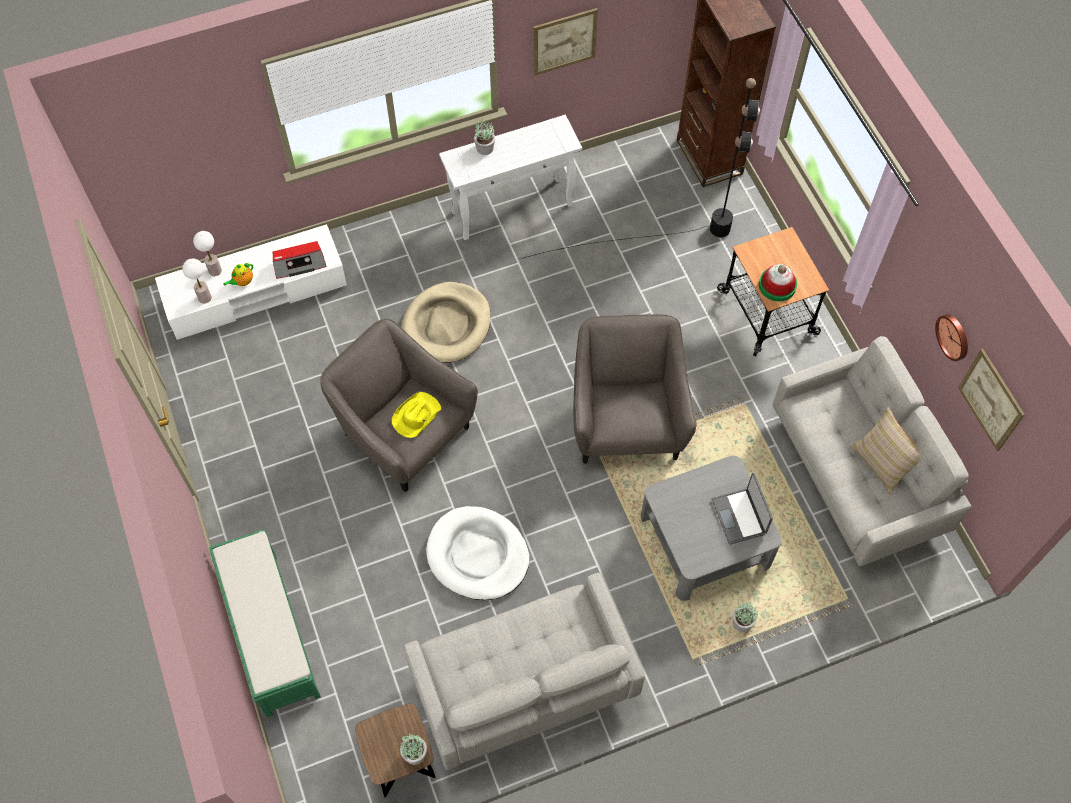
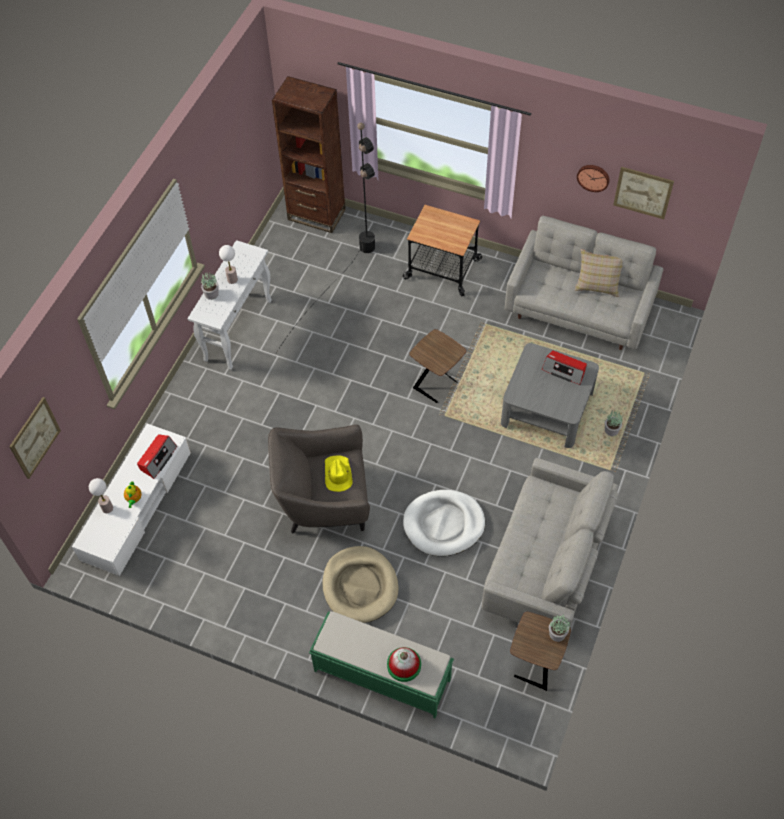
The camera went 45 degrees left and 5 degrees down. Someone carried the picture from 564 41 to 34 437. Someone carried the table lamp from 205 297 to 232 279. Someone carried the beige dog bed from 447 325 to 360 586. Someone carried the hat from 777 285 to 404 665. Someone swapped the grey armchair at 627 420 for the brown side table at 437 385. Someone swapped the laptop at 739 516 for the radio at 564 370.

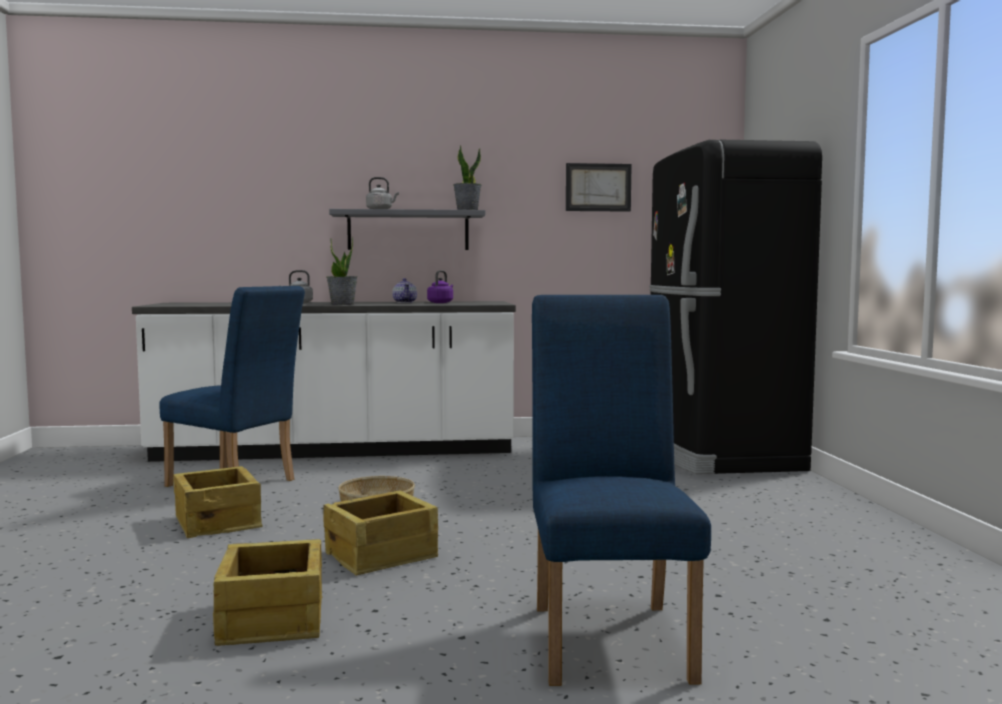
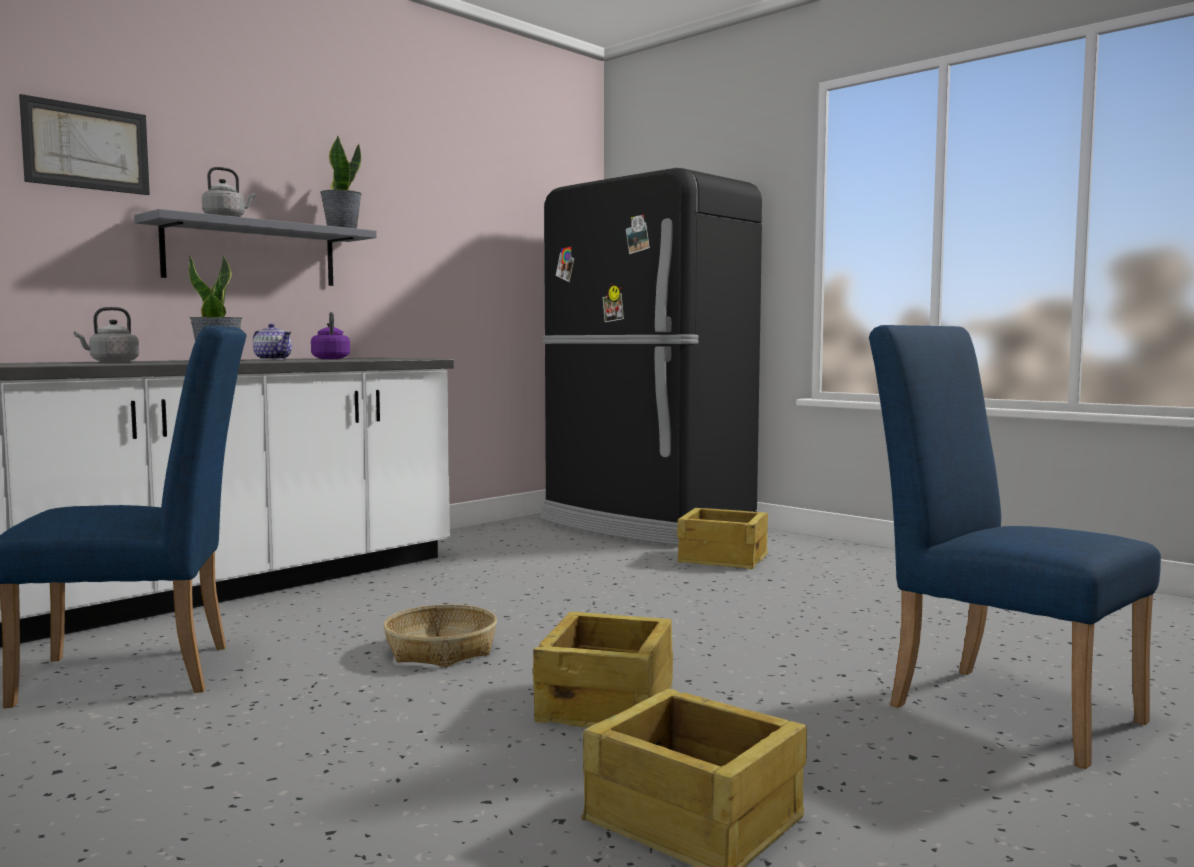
The camera went 40 degrees left and 0 degrees up. Someone carried the picture from 598 187 to 86 147. Someone carried the crate from 218 522 to 722 558.

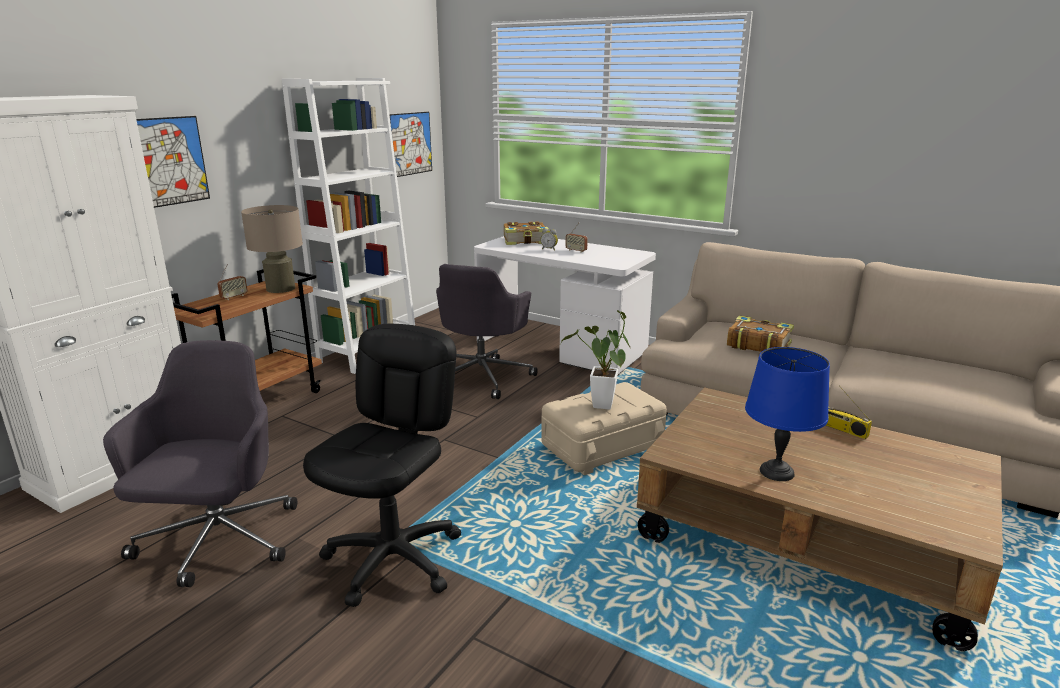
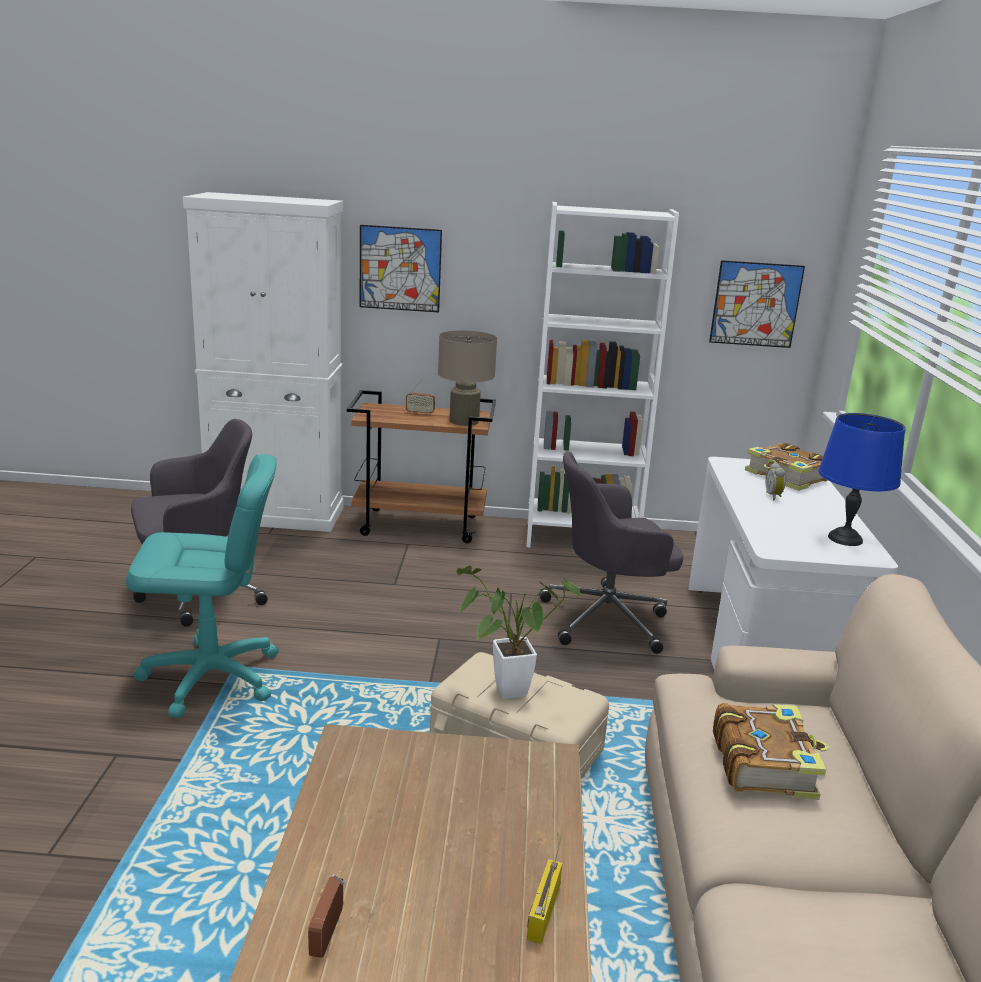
The camera went 60 degrees right and 0 degrees up. Someone repainted the black office chair at 394 559, which became the turquoise office chair at 211 677. Someone carried the radio from 576 251 to 327 936. Someone carried the blue table lamp from 777 472 to 845 539.

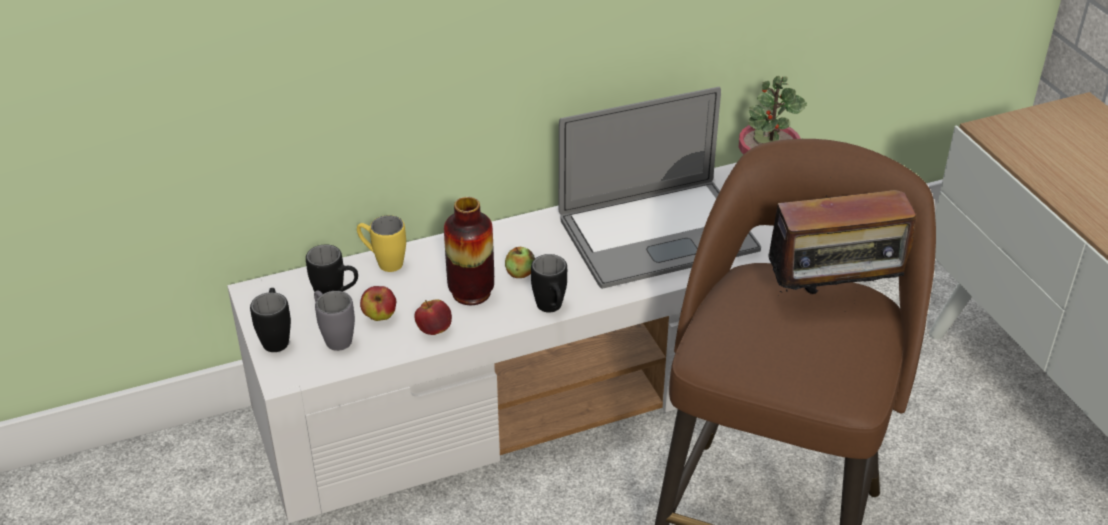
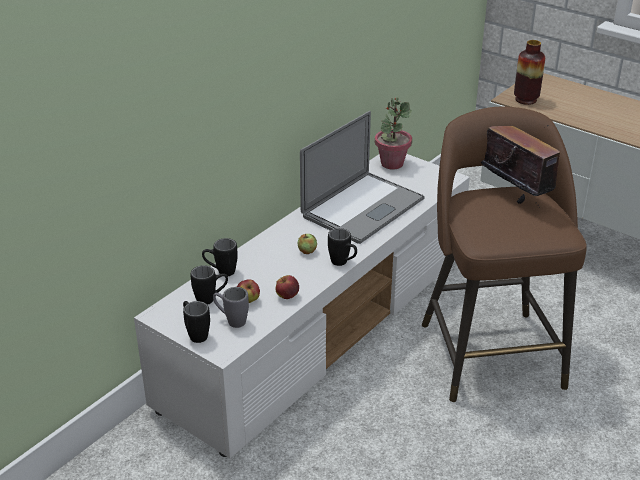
The camera went 30 degrees left and 5 degrees down. Someone repainted the yellow mug at 383 262, which became the black mug at 221 272. Someone rotated the radio at 835 297 by 90 degrees counterclockwise. Someone carried the vase from 471 292 to 526 100.

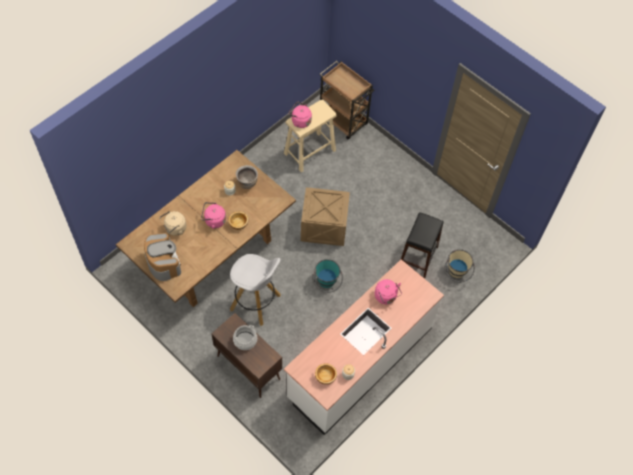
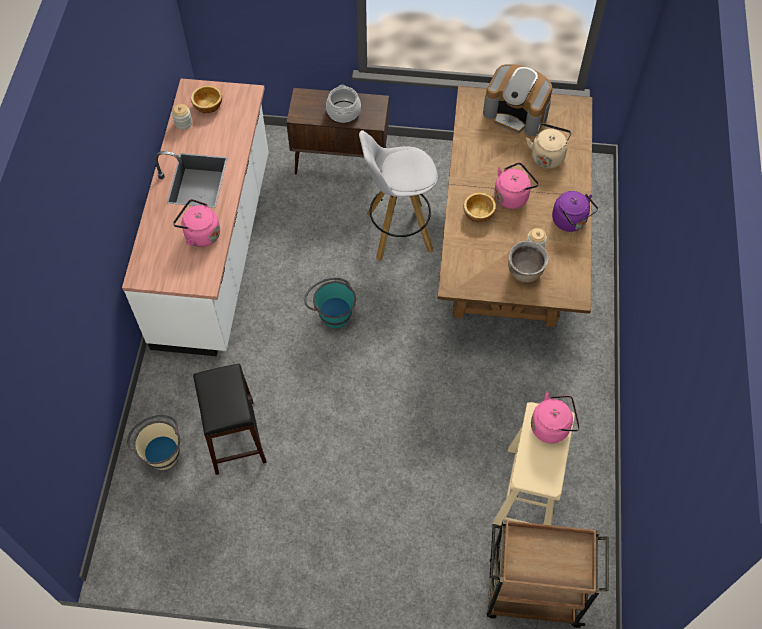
The camera went 145 degrees right and 0 degrees up. Someone put down the purple kettle at 571 221. Someone took away the crate at 323 227.

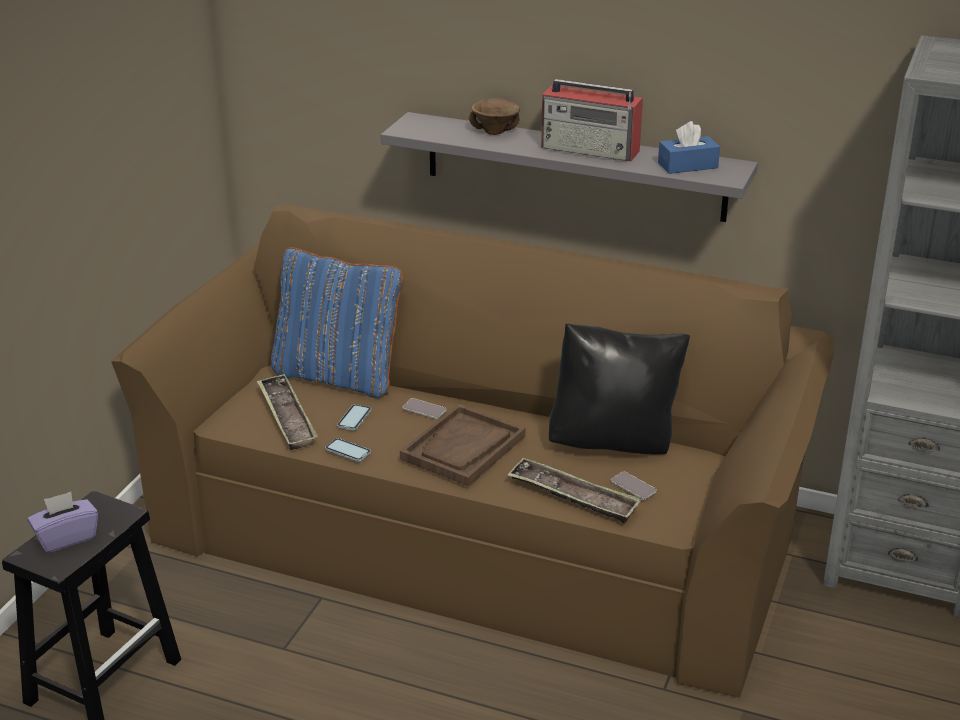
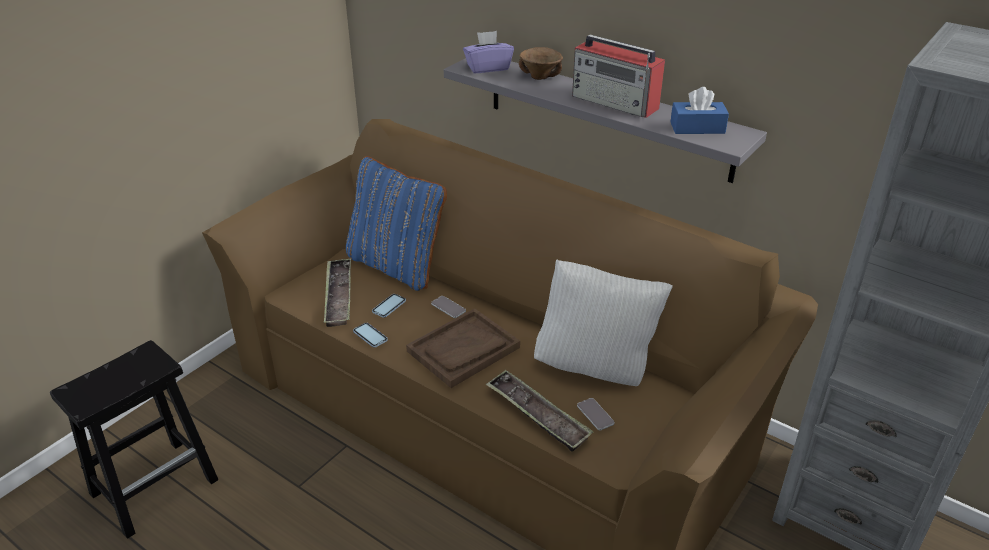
The camera went 15 degrees right and 5 degrees up. Someone carried the purple tissue box from 66 537 to 488 68. Someone repainted the black pillow at 614 443, which became the white pillow at 596 367.

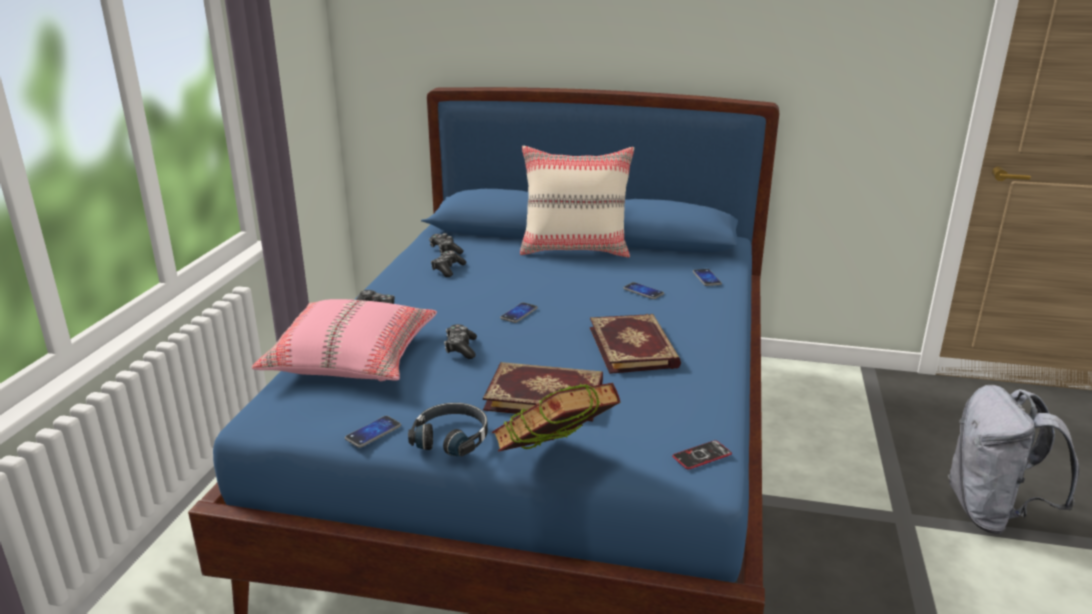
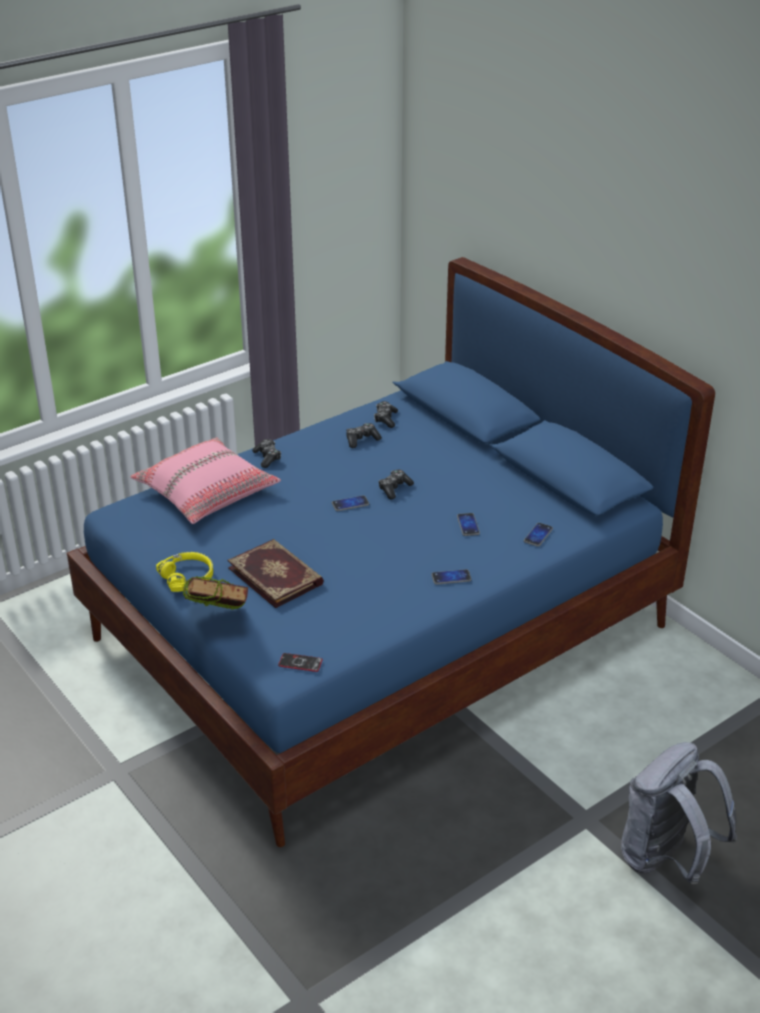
The camera went 40 degrees right and 10 degrees up. Someone repainted the black headphones at 452 438, which became the yellow headphones at 188 577. Someone carried the game controller from 461 348 to 394 488. Someone carried the phone from 373 432 to 451 577. Someone took away the beige pillow at 575 250. Someone took away the book at 634 347.

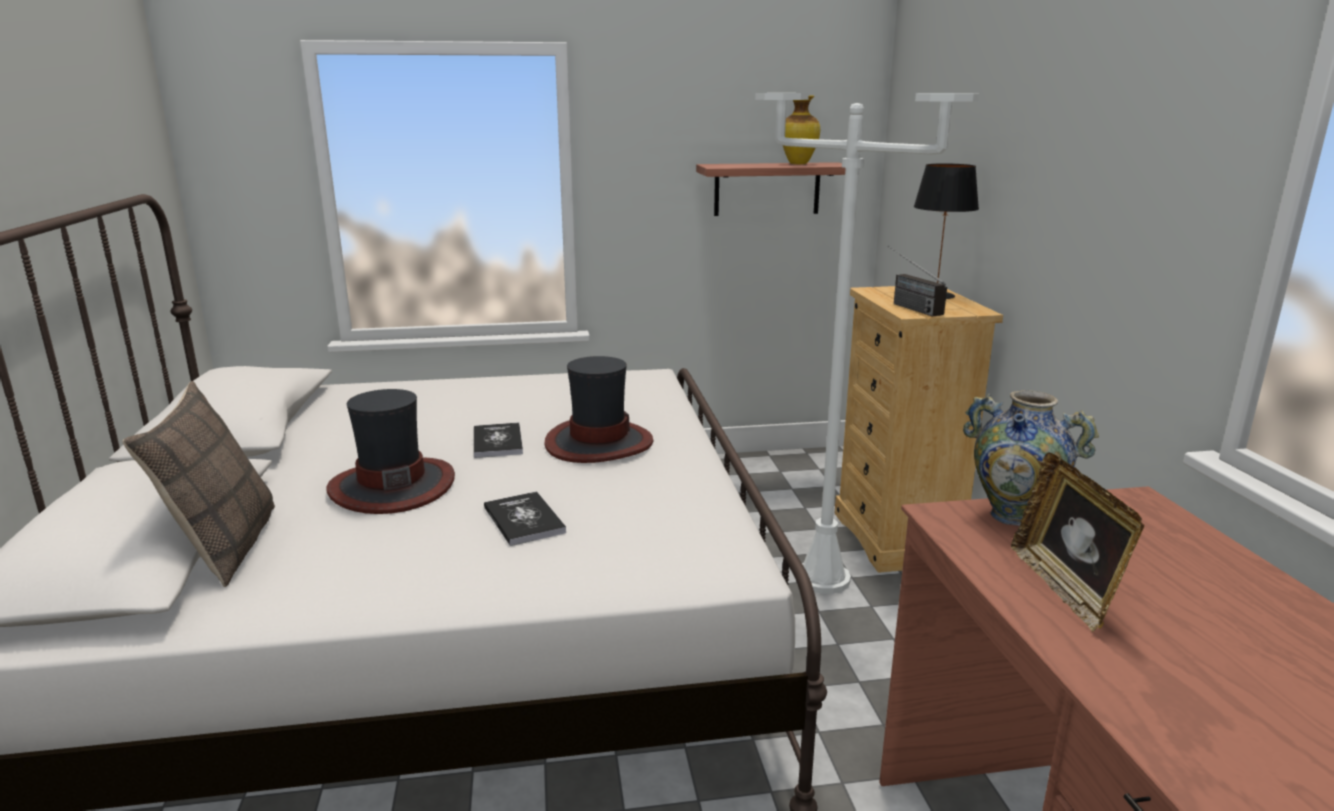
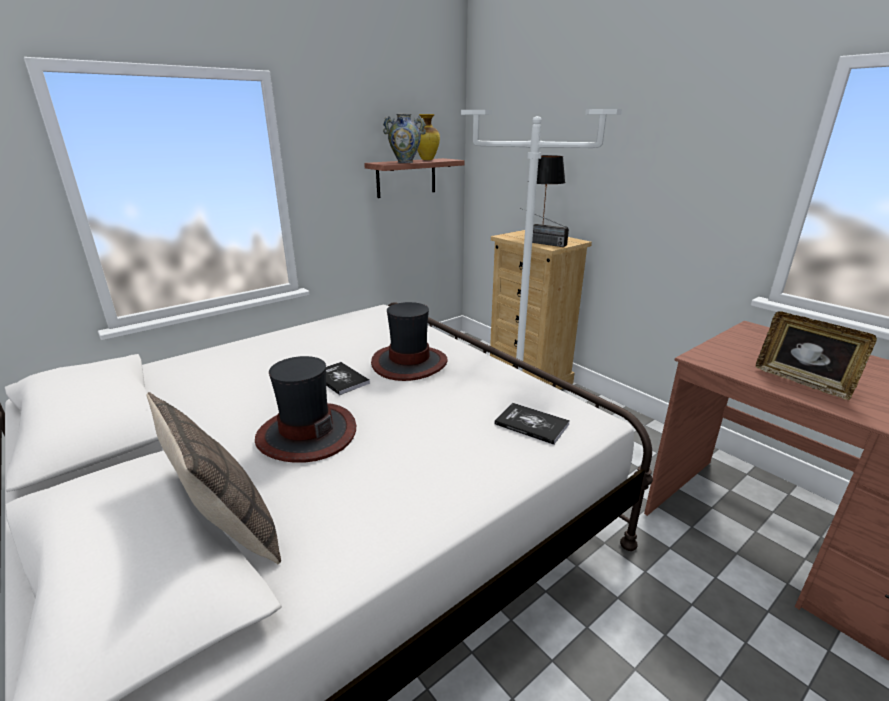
The camera went 30 degrees left and 5 degrees up. Someone carried the vase from 1014 516 to 405 162. Someone carried the book from 524 520 to 531 424.

